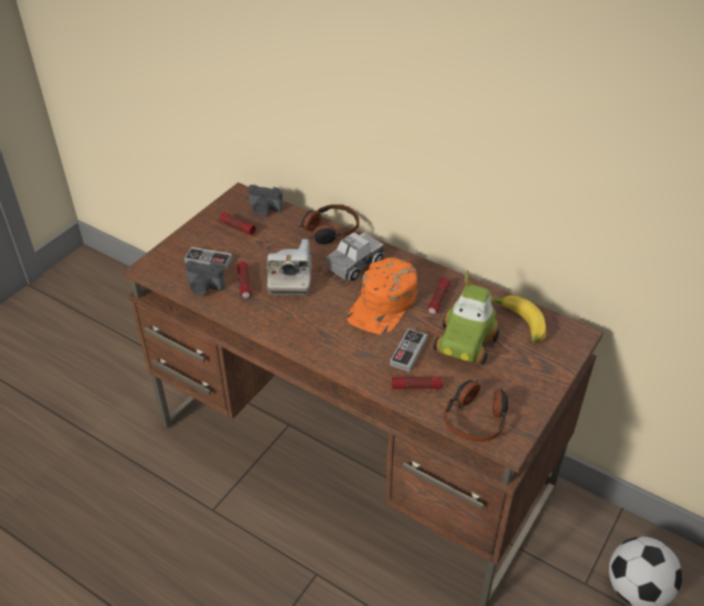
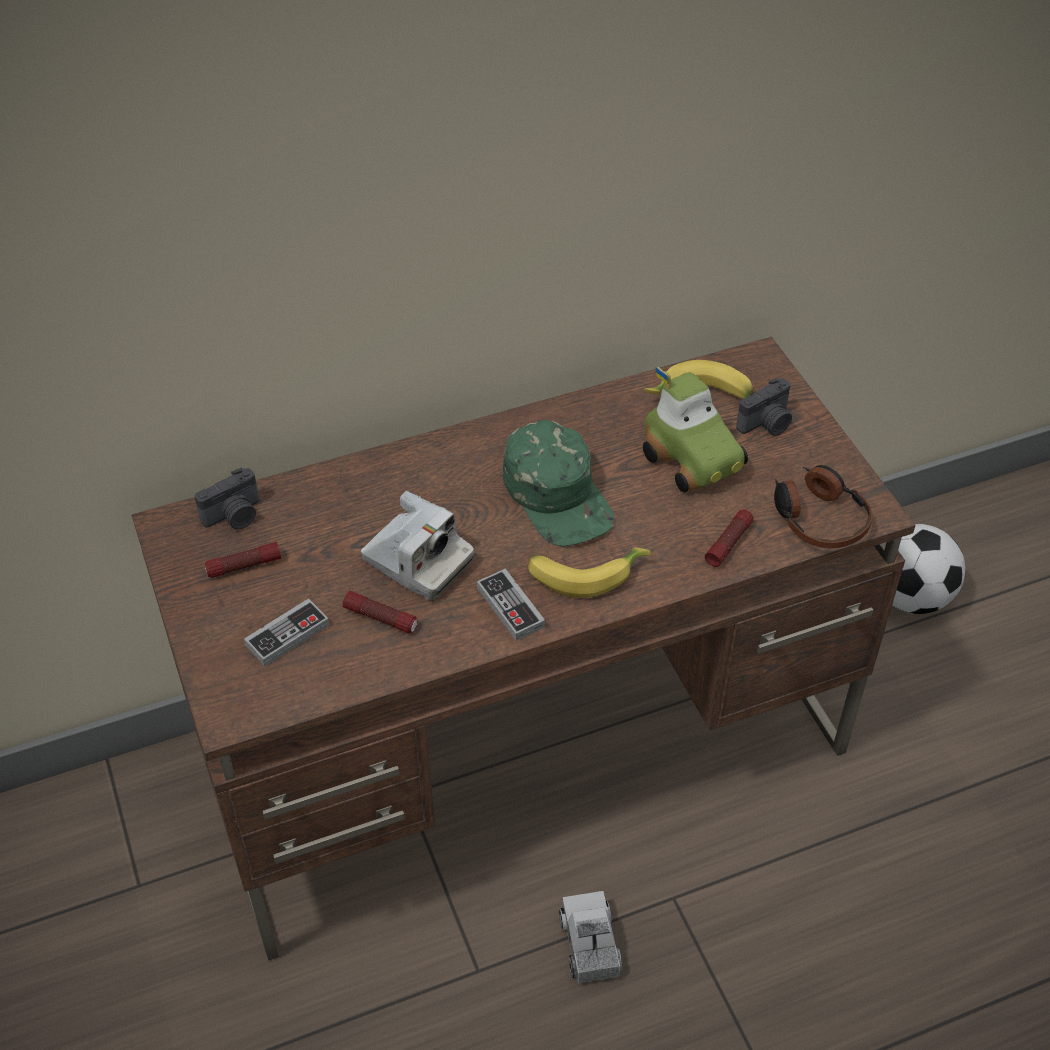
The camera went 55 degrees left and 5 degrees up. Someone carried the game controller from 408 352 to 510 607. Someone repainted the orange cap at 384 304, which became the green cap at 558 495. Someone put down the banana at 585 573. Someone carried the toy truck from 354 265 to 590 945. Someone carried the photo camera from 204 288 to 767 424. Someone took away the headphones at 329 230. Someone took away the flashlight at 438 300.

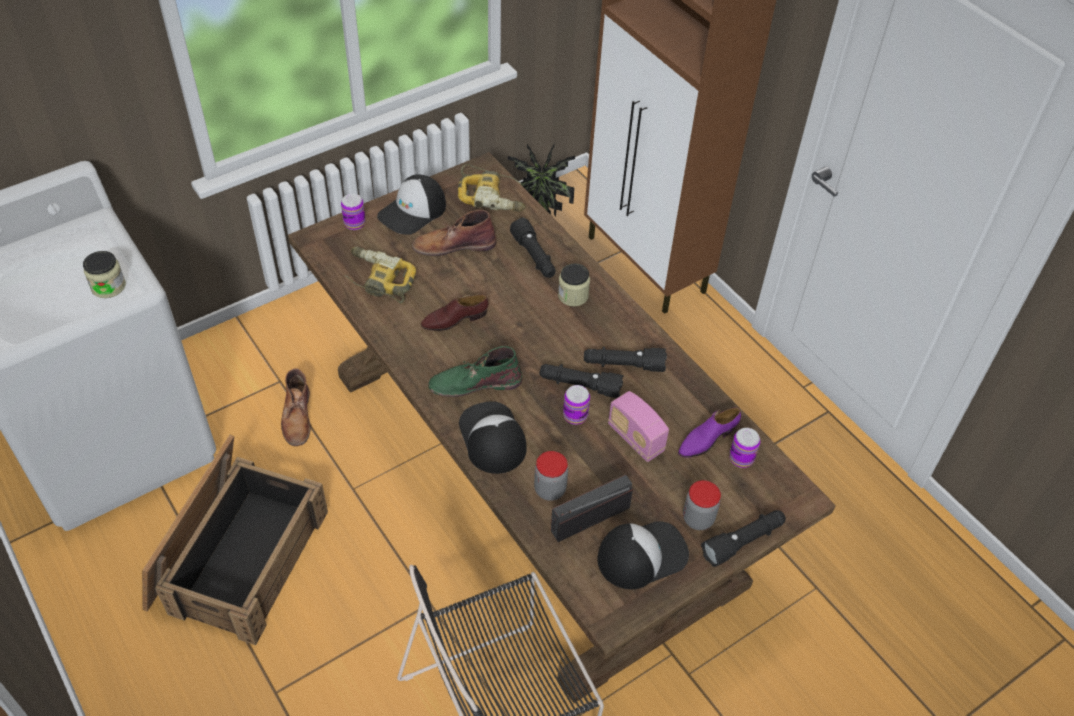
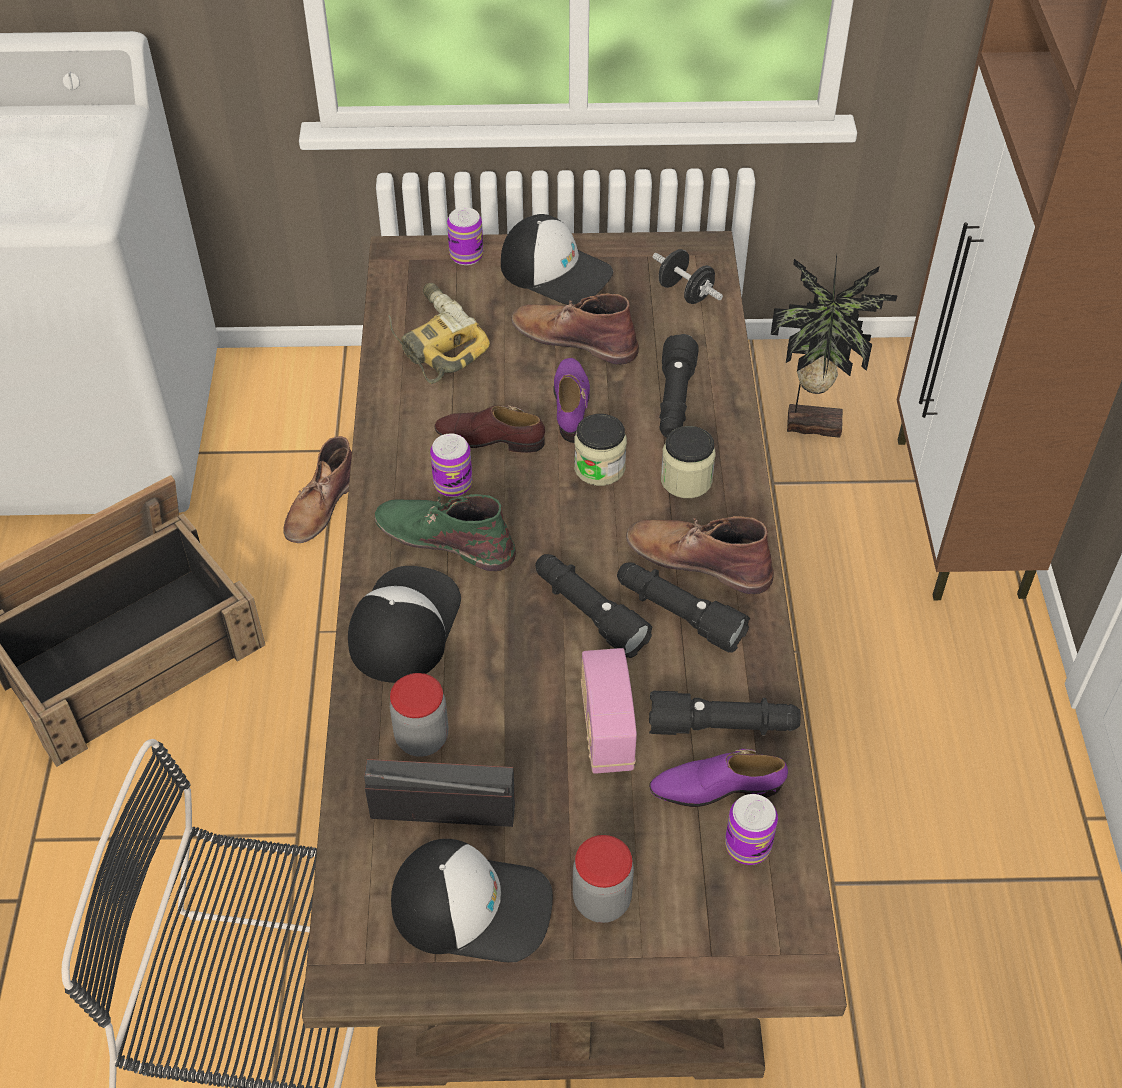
The camera went 35 degrees right and 0 degrees up. Someone carried the can from 575 415 to 453 484. Someone rotated the cap at 413 212 by 135 degrees counterclockwise. Someone put down the purple shoe at 571 404. Someone carried the jar from 108 286 to 599 468. Someone put down the brown boot at 698 558. Someone carried the black flashlight from 743 541 to 722 726. Someone swapped the power drill at 492 195 for the black dumbbell at 685 292.

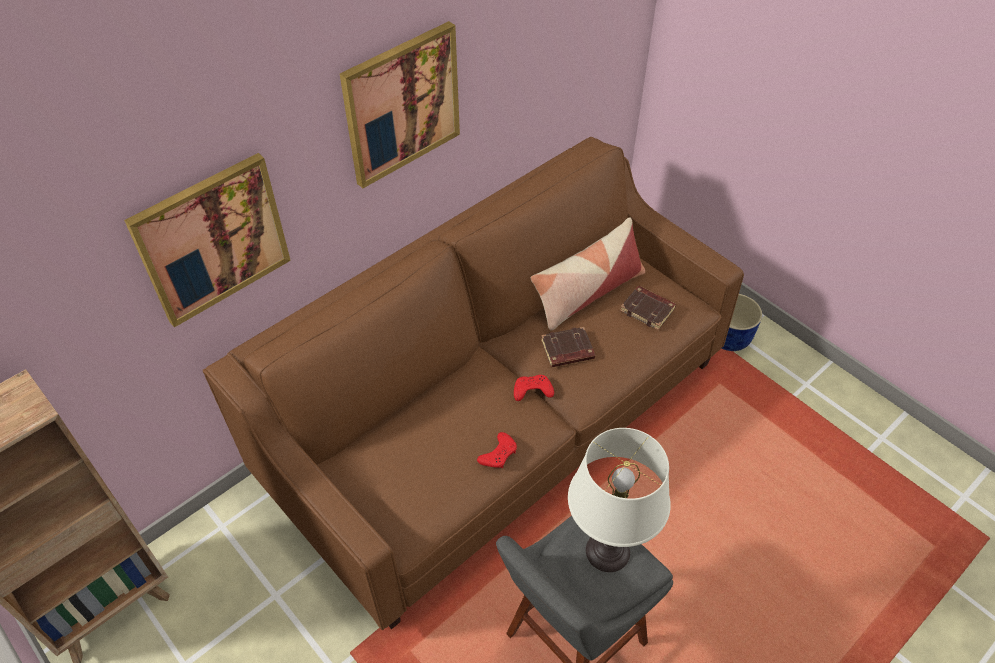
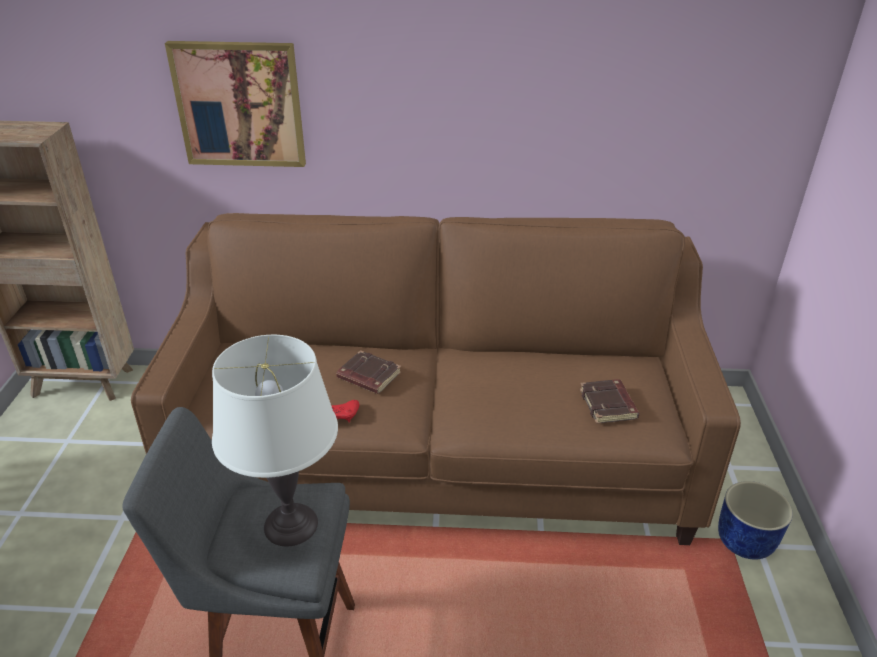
The camera went 45 degrees right and 15 degrees down. Someone carried the brown book from 567 351 to 368 376. Someone took away the picture at 401 104. Someone took away the red game controller at 532 390. Someone took away the pillow at 587 293.

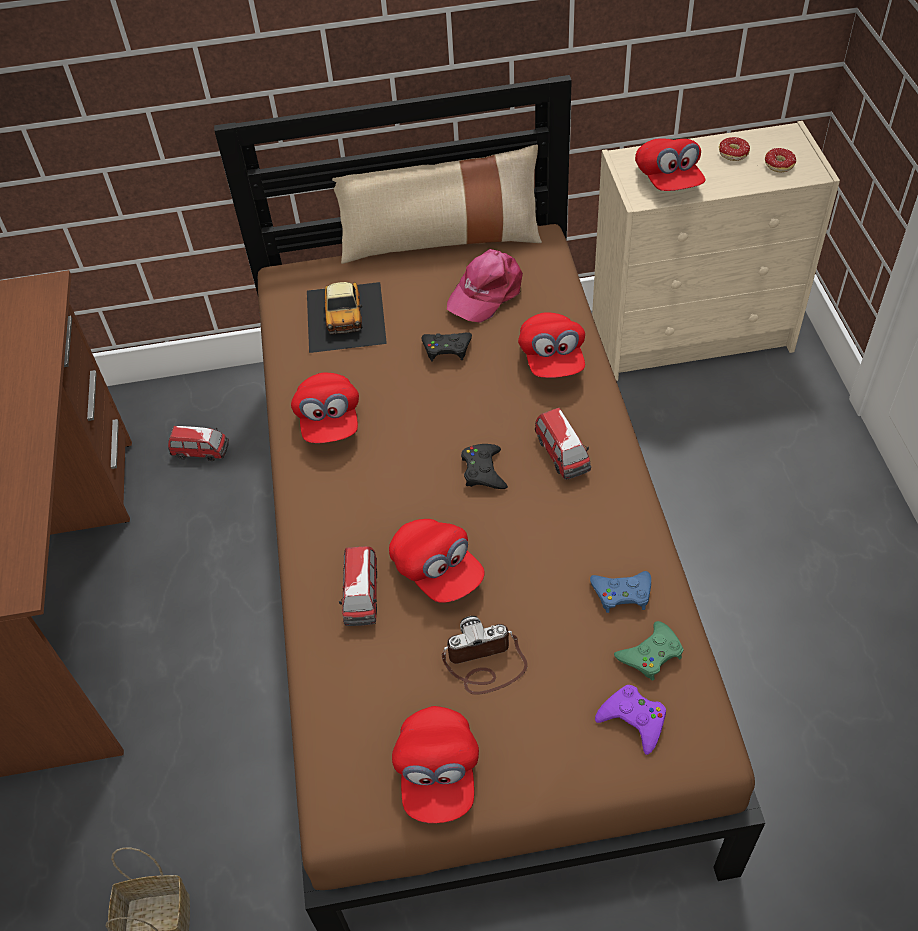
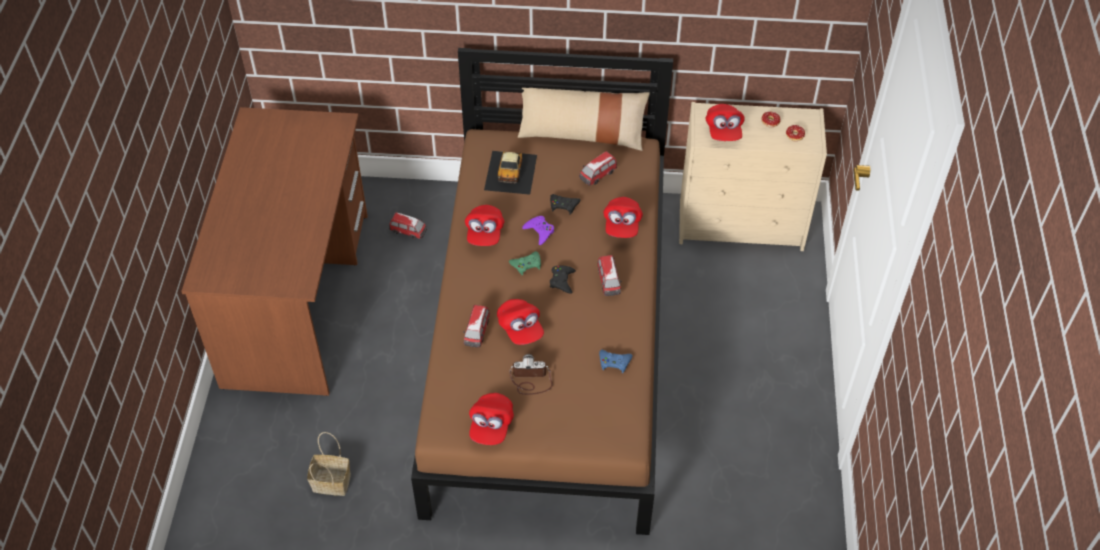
The camera went 10 degrees right and 0 degrees up. Someone carried the green game controller from 651 654 to 526 265. Someone carried the purple game controller from 633 720 to 539 231. Someone swapped the pink cap at 486 292 for the toy car at 598 175.

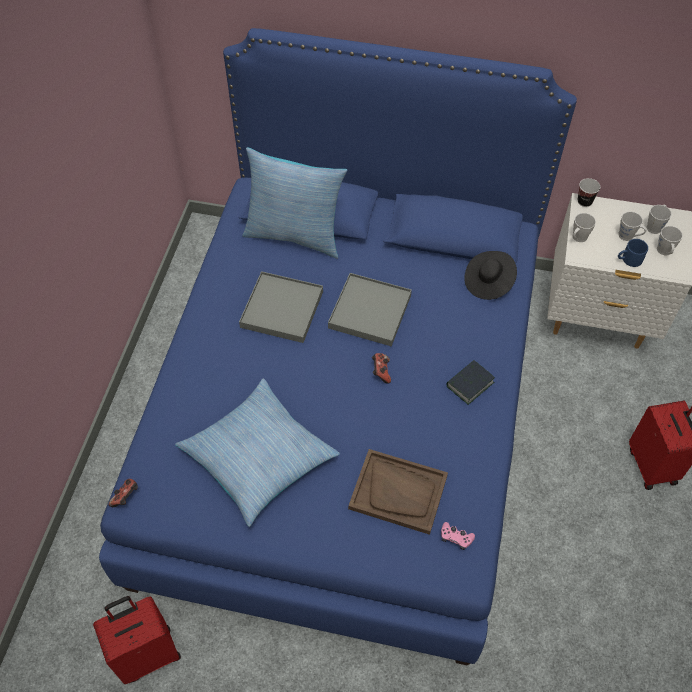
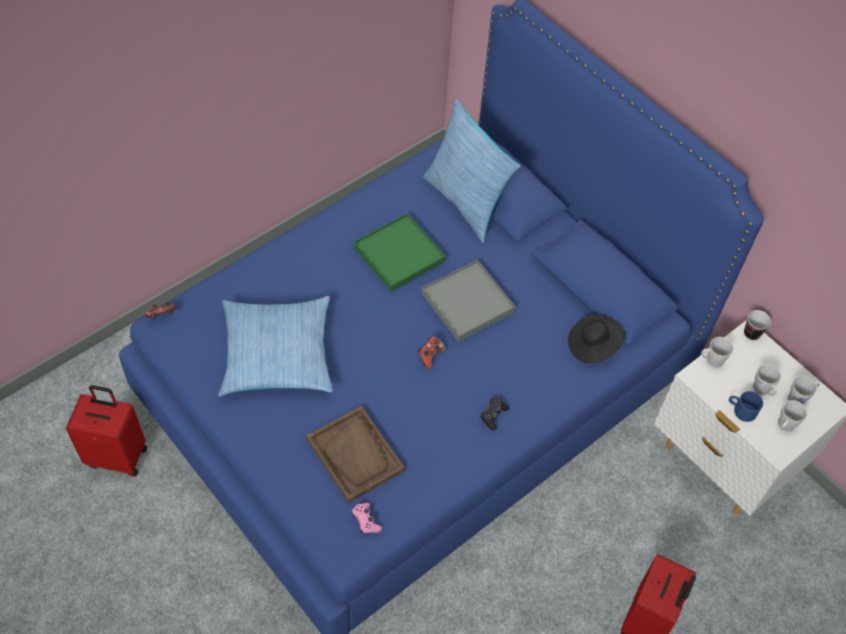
The camera went 35 degrees right and 0 degrees up. Someone repainted the grey tray at 282 309, which became the green tray at 399 255. Someone swapped the book at 469 384 for the black game controller at 493 415.

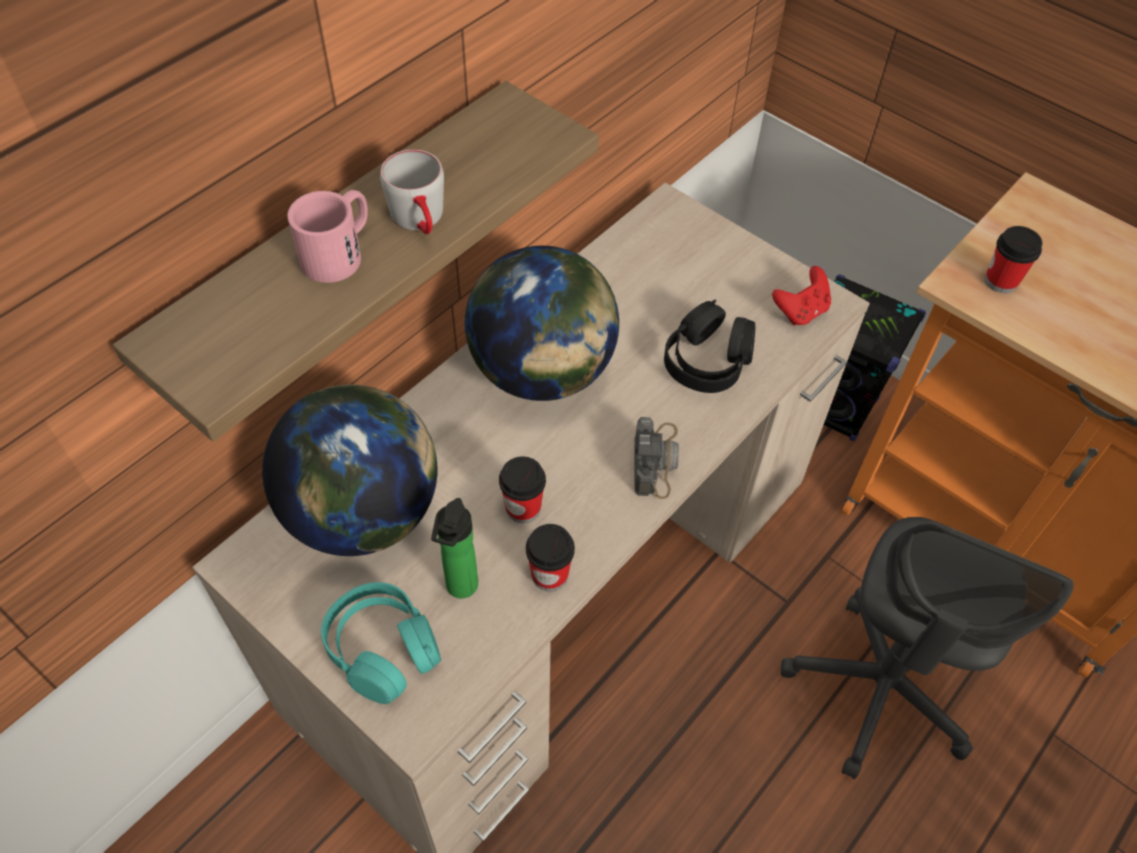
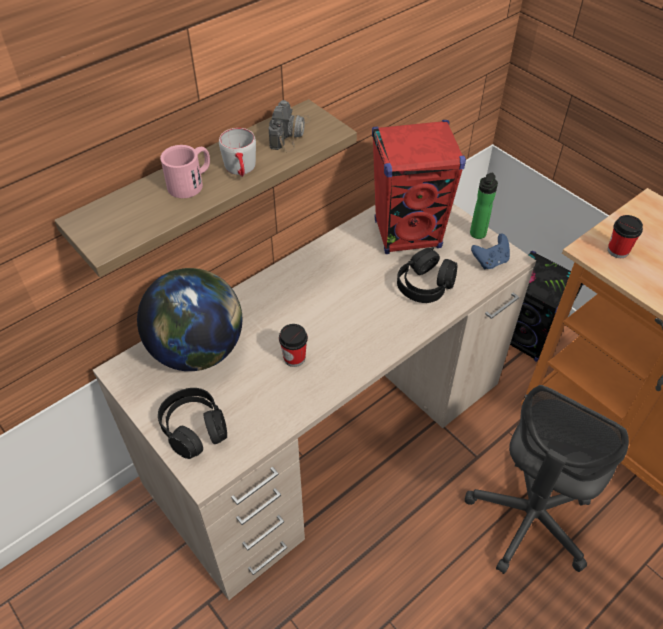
The camera went 10 degrees right and 5 degrees down. Someone repainted the turquoise headphones at 382 649, which became the black headphones at 194 428. Someone carried the photo camera from 656 459 to 290 132. Someone put down the red speaker at 408 234. Someone carried the bottle from 460 589 to 477 235. Someone repainted the red game controller at 800 311, which became the blue game controller at 490 261. Someone took away the globe at 543 372. Someone took away the cup at 549 575.

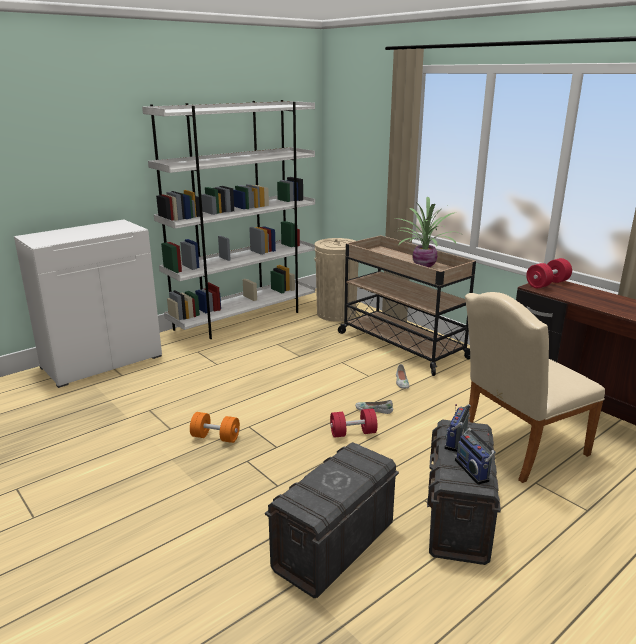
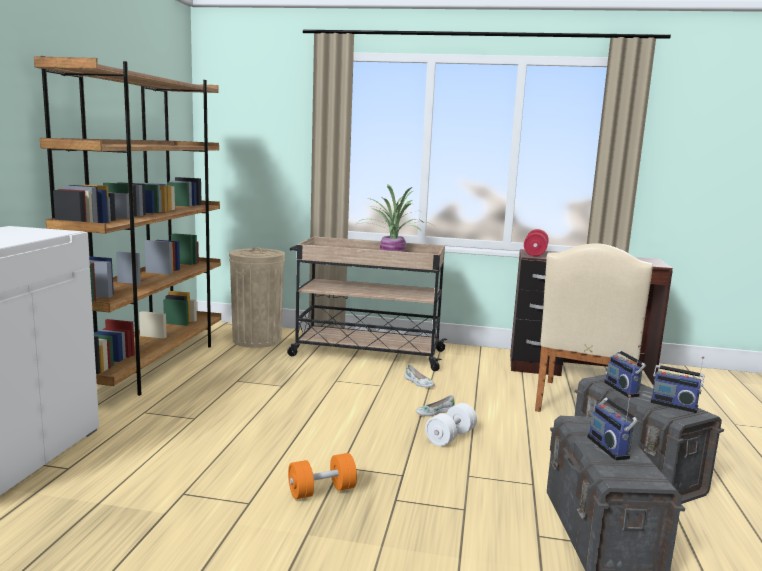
The camera went 40 degrees left and 10 degrees down. Someone repainted the white bookcase at 244 318, which became the brown bookcase at 152 365. Someone repainted the red dumbbell at 353 433, which became the white dumbbell at 450 437. Someone put down the radio at 610 447.

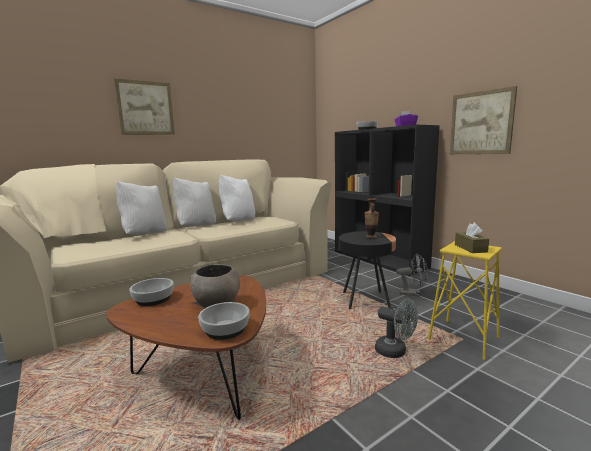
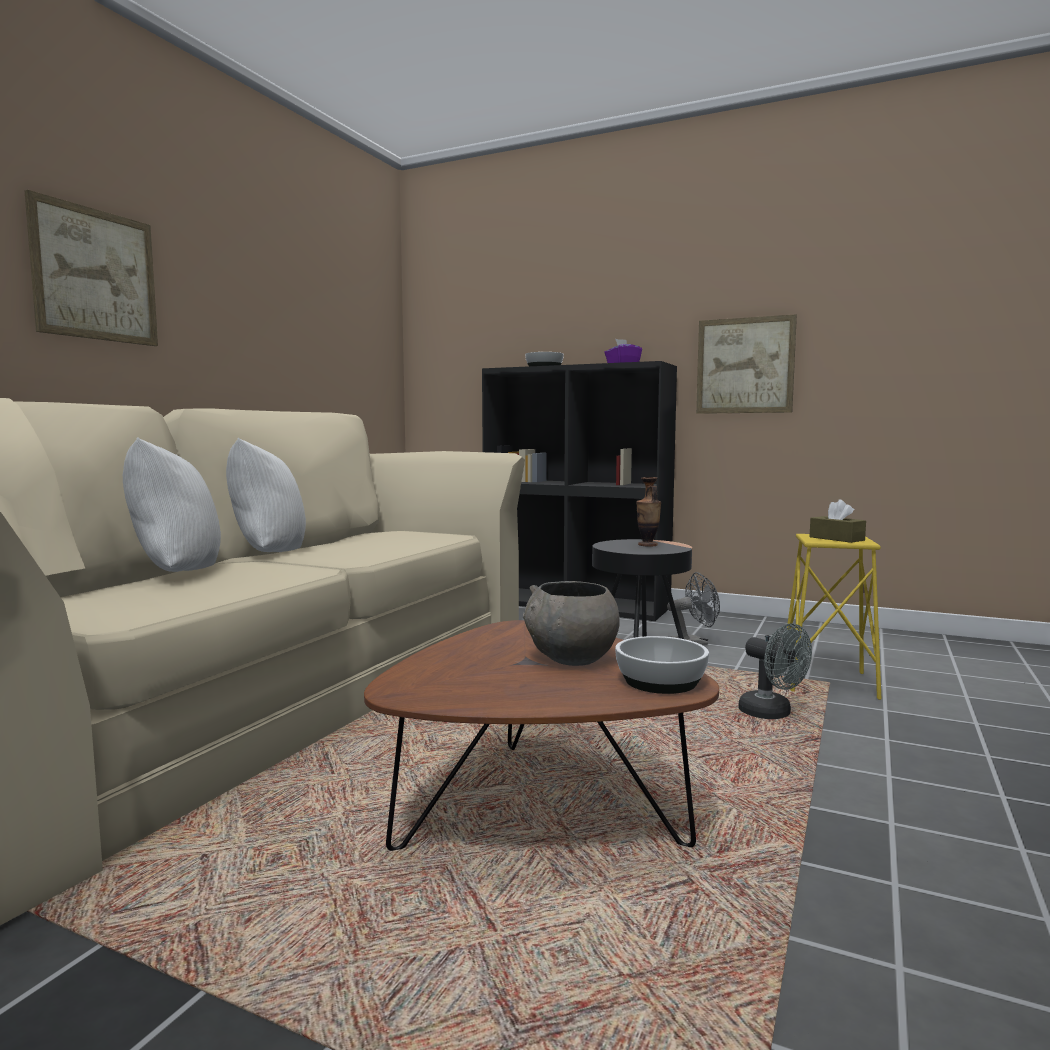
The camera went 30 degrees left and 5 degrees down. Someone rotated the grey fan at 395 352 by 45 degrees clockwise. Someone took away the bowl at 153 299. Someone took away the white pillow at 238 221.

